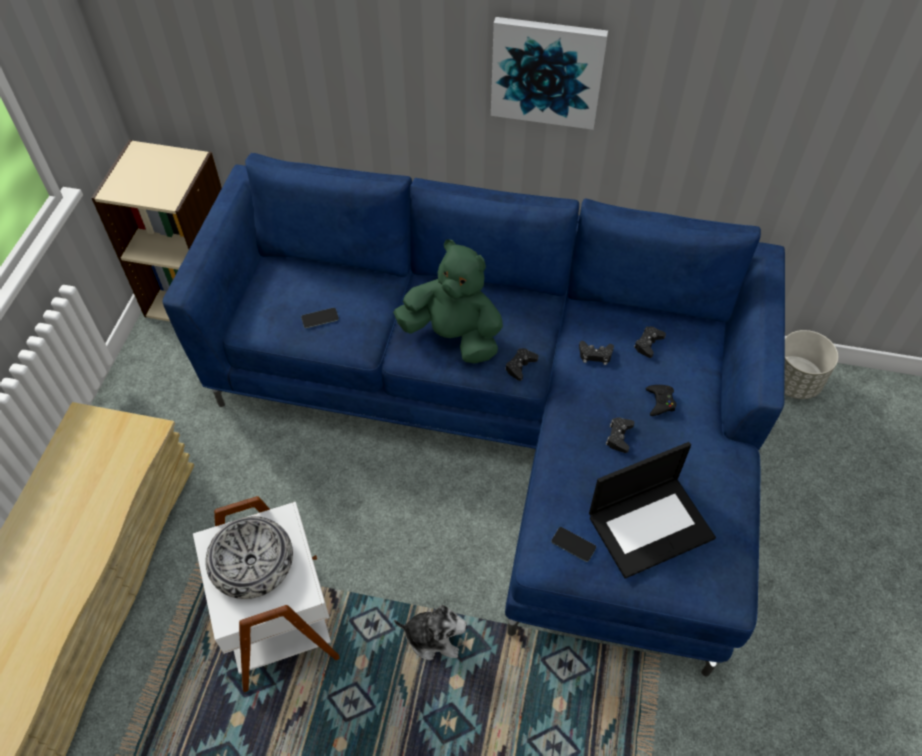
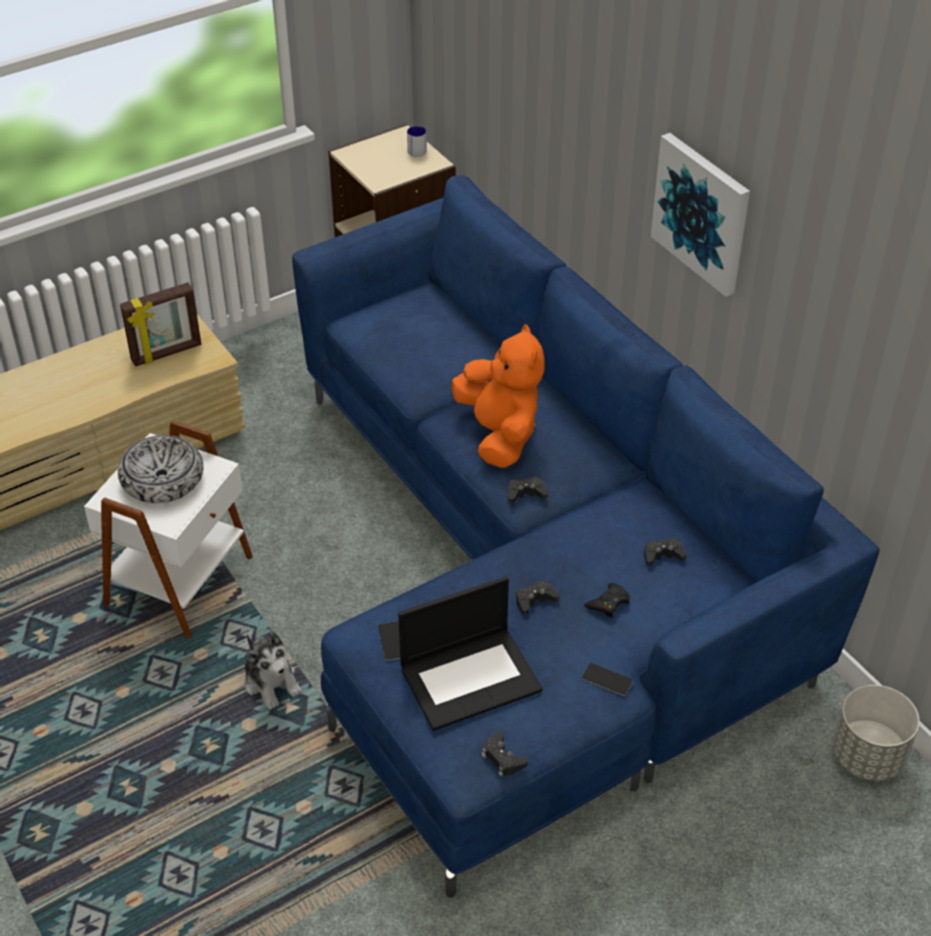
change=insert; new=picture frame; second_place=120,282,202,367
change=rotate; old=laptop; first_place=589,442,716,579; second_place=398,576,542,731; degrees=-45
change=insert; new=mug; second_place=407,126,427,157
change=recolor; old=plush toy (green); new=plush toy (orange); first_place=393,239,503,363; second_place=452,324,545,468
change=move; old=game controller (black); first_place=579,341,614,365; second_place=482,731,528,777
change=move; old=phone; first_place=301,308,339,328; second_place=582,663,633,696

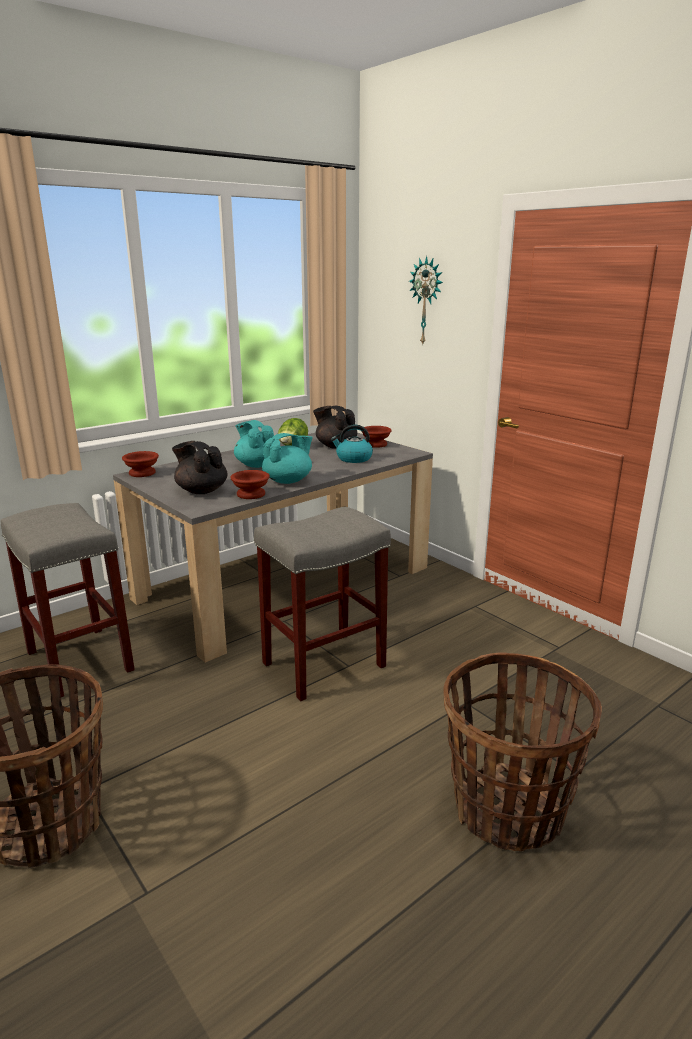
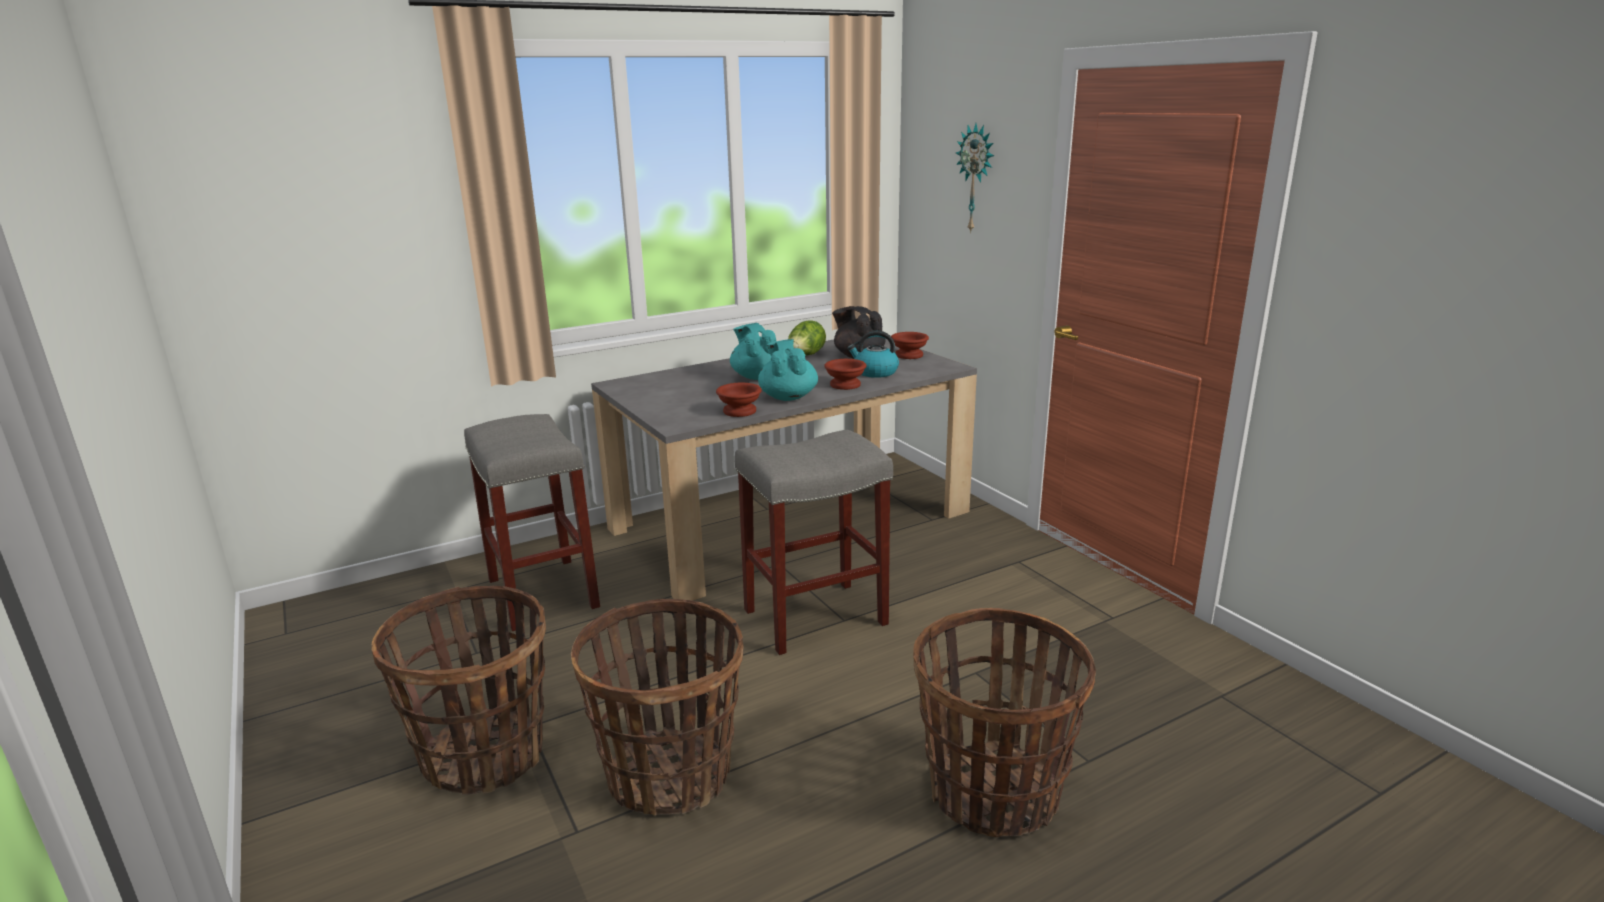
change=insert; new=basket; second_place=571,599,743,815
change=rotate; old=teapot (turquoise); first_place=262,433,313,484; second_place=758,339,818,401; degrees=-75
change=move; old=bowl (brown); first_place=122,451,159,477; second_place=824,359,866,390
change=delete; old=teapot (black); first_place=172,441,228,494

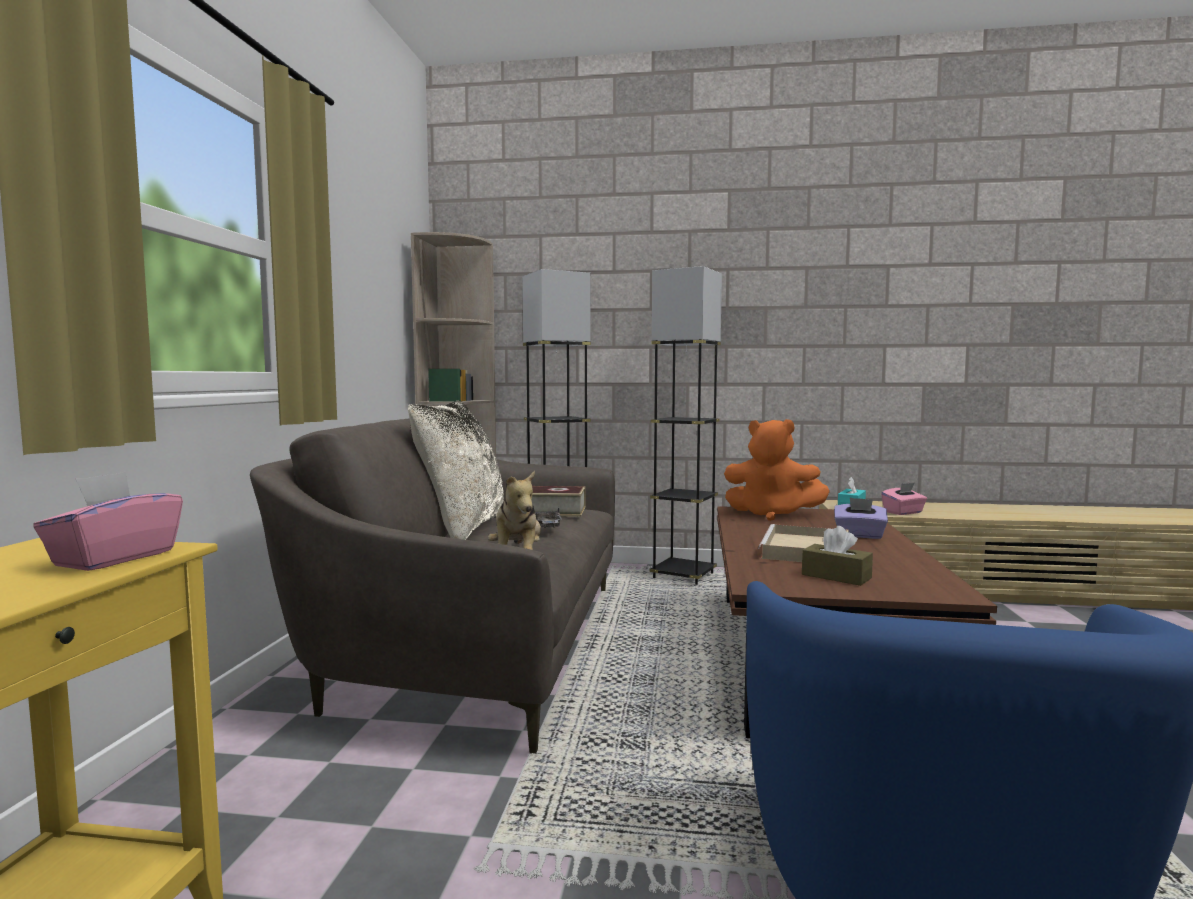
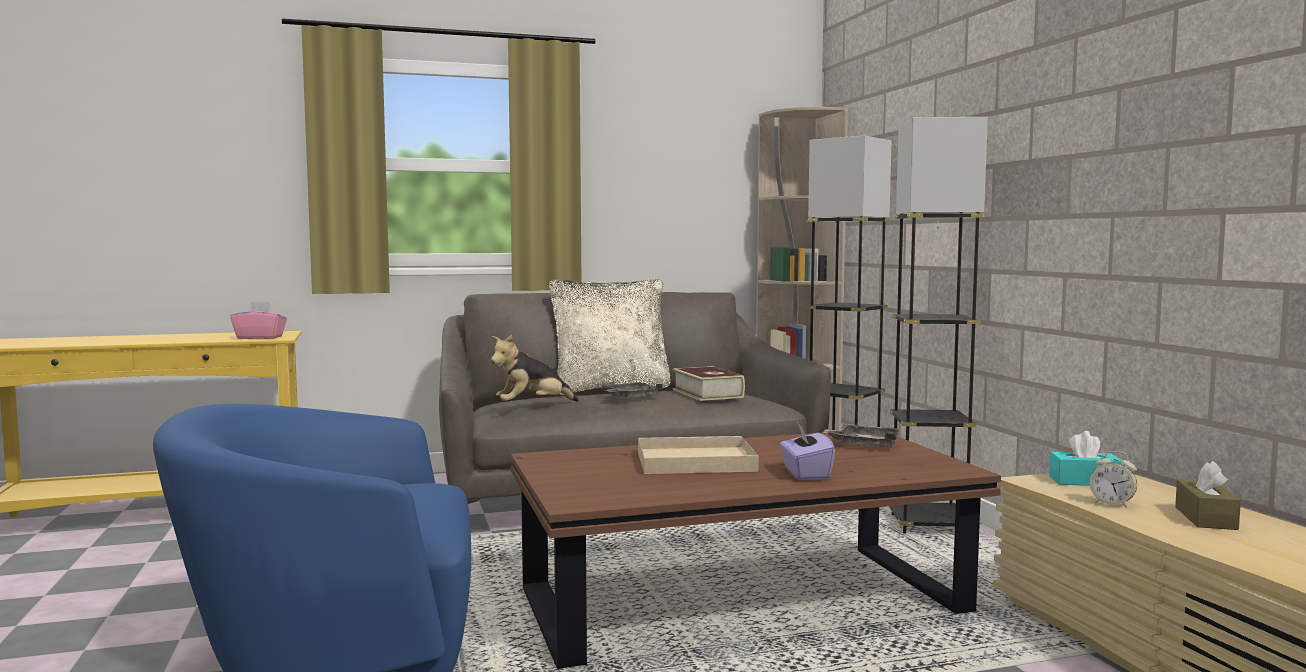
change=replace; old=plush toy (orange); new=tray (grey); first_place=724,419,830,521; second_place=822,424,899,448
change=replace; old=tissue box (pink); new=alarm clock; first_place=881,483,927,515; second_place=1090,451,1137,508
change=move; old=tissue box (brown); first_place=802,526,873,586; second_place=1175,461,1241,530

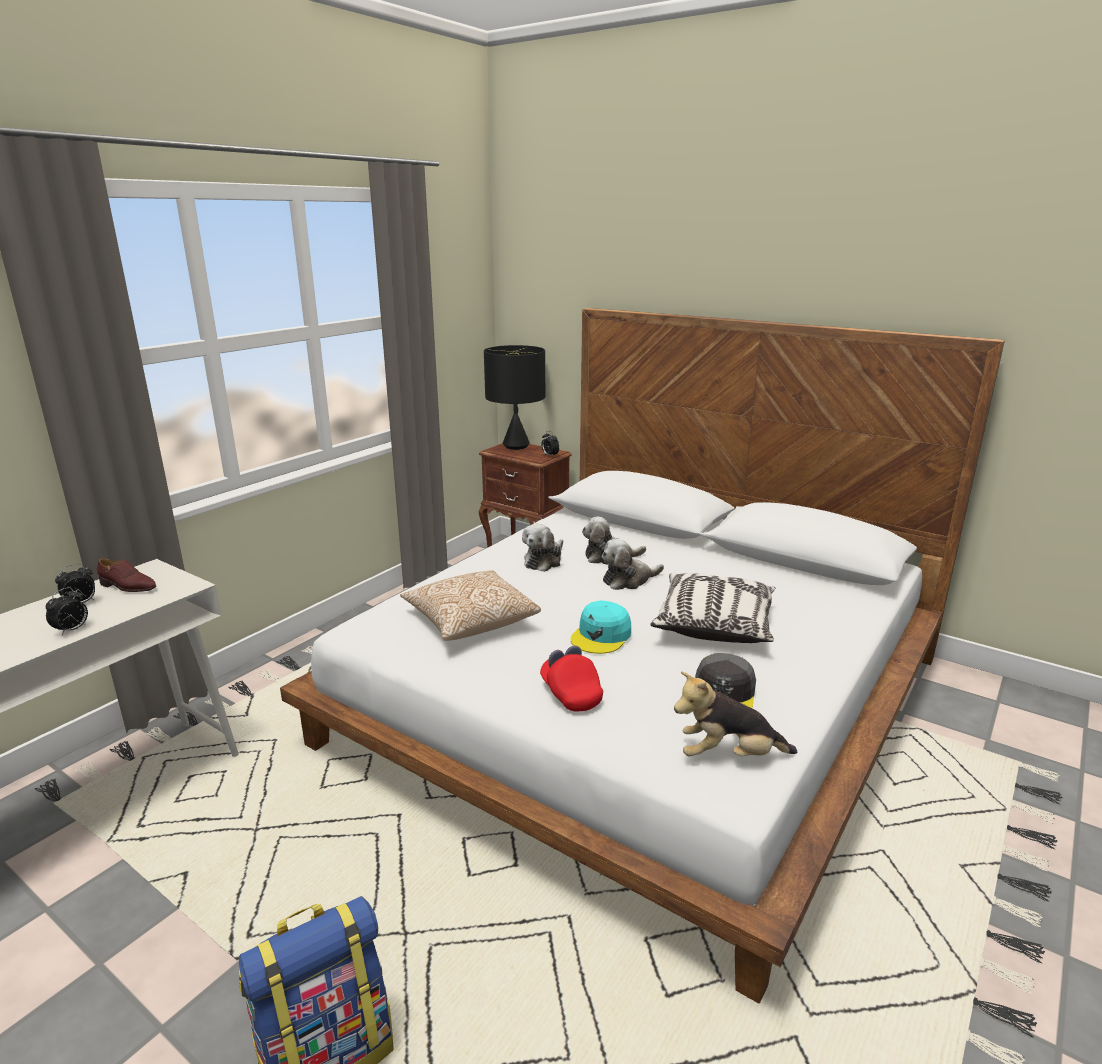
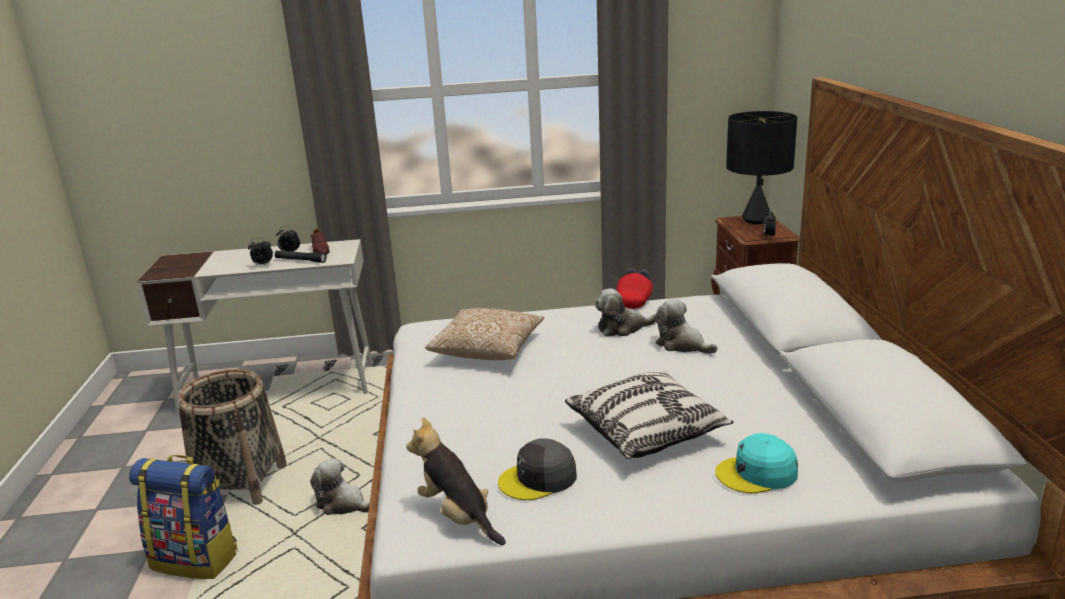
change=insert; new=basket; second_place=178,369,287,505
change=insert; new=flashlight (black); second_place=275,251,327,263
change=move; old=plush toy; first_place=602,539,664,590; second_place=310,459,370,515
change=move; old=cap (red); first_place=540,645,603,711; second_place=616,269,653,309
change=move; old=cap (turquoise); first_place=571,601,631,654; second_place=715,433,798,493

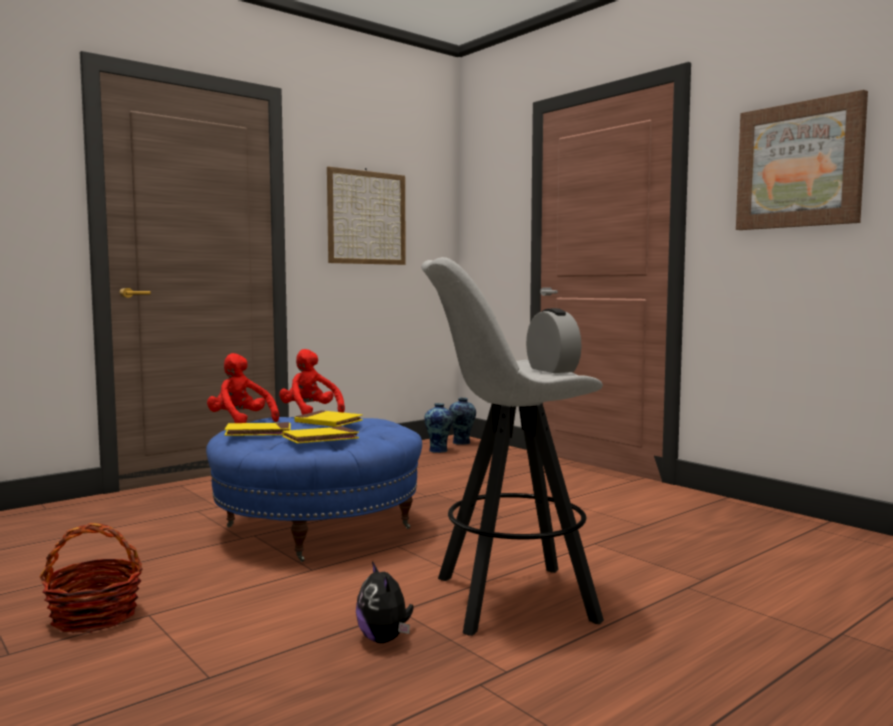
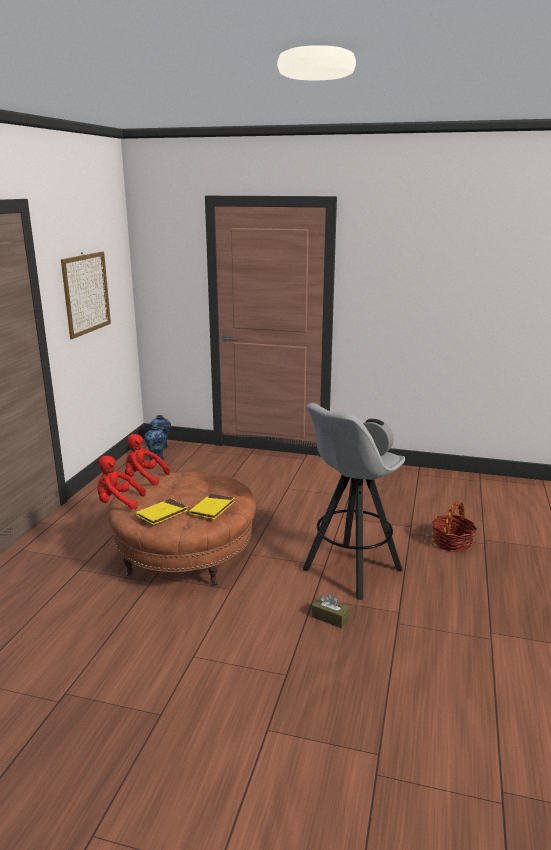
change=recolor; old=ottoman (blue); new=ottoman (brown); first_place=206,417,422,562; second_place=108,471,256,586
change=replace; old=plush toy; new=tissue box (brown); first_place=356,561,414,643; second_place=312,594,350,628
change=move; old=basket; first_place=39,523,143,633; second_place=432,501,477,552
change=delete; old=book (yellow); first_place=294,410,363,427
change=delete; old=picture; first_place=736,90,868,230

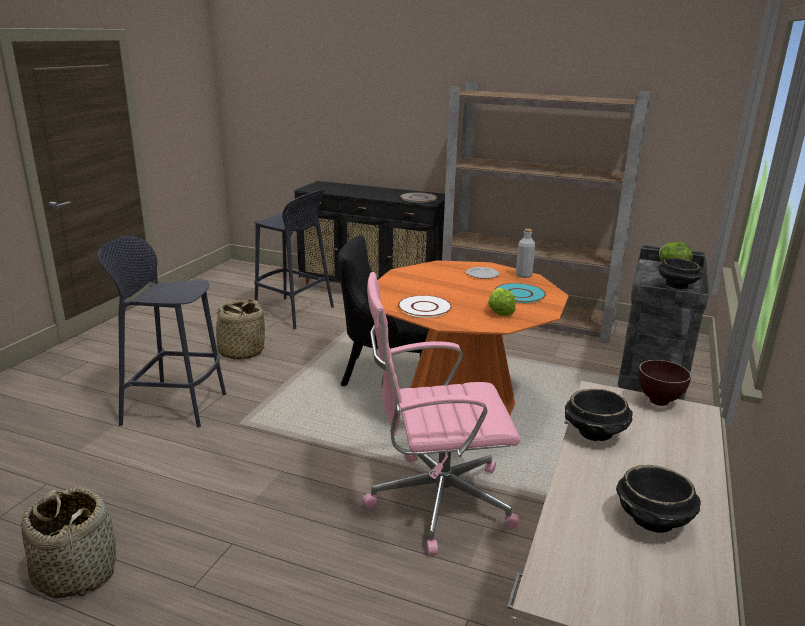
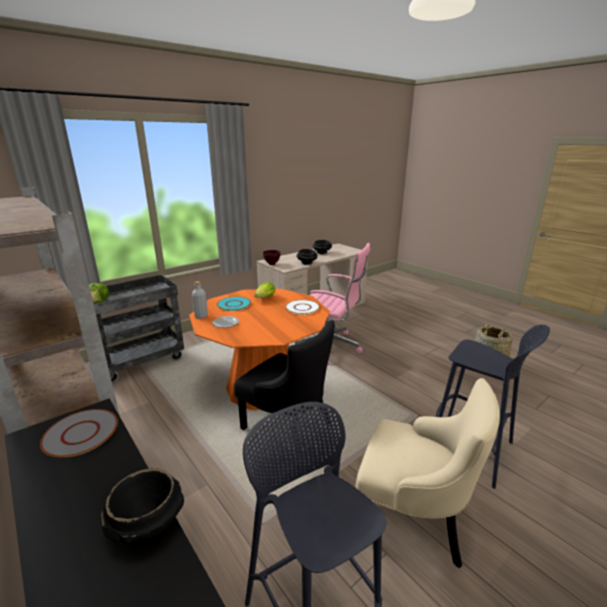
change=move; old=bowl (black); first_place=658,258,701,289; second_place=100,468,184,543
change=replace; old=basket; new=chair (beige); first_place=206,300,271,360; second_place=355,378,500,568

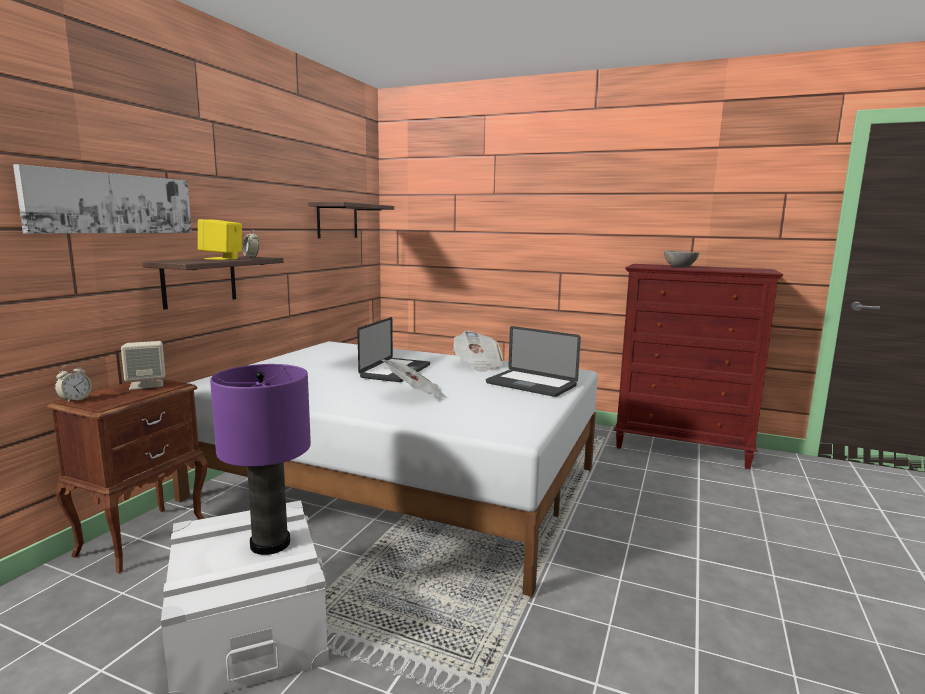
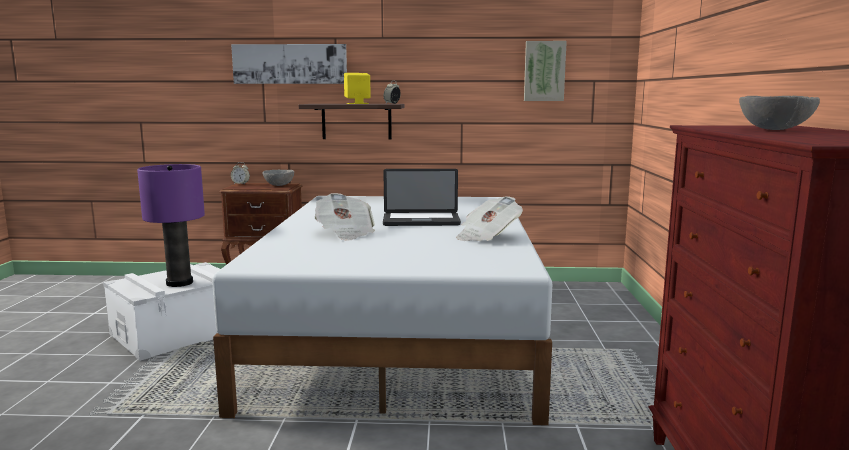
change=replace; old=speaker (beige); new=bowl (grey); first_place=121,341,165,390; second_place=262,170,294,186
change=replace; old=shelf; new=picture; first_place=308,202,394,239; second_place=524,41,567,101
change=delete; old=laptop; first_place=486,326,581,397

